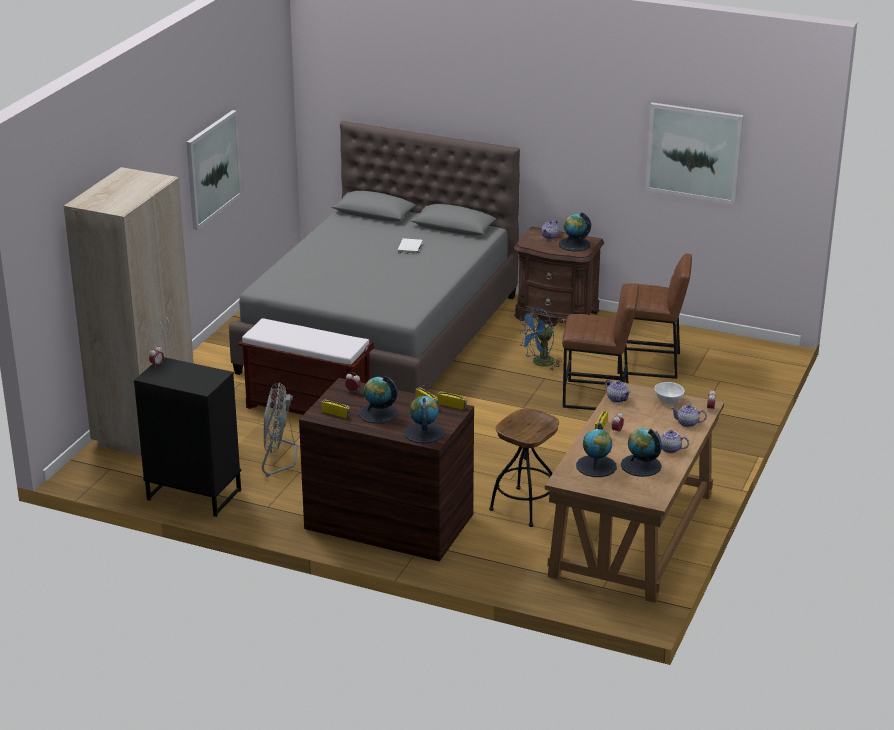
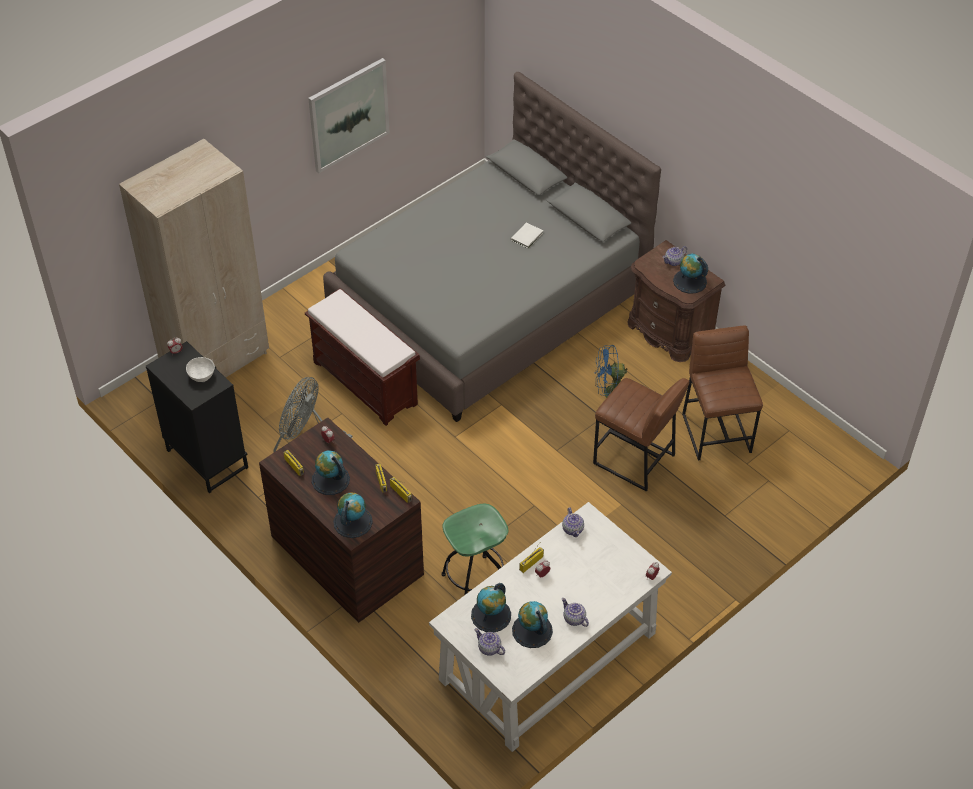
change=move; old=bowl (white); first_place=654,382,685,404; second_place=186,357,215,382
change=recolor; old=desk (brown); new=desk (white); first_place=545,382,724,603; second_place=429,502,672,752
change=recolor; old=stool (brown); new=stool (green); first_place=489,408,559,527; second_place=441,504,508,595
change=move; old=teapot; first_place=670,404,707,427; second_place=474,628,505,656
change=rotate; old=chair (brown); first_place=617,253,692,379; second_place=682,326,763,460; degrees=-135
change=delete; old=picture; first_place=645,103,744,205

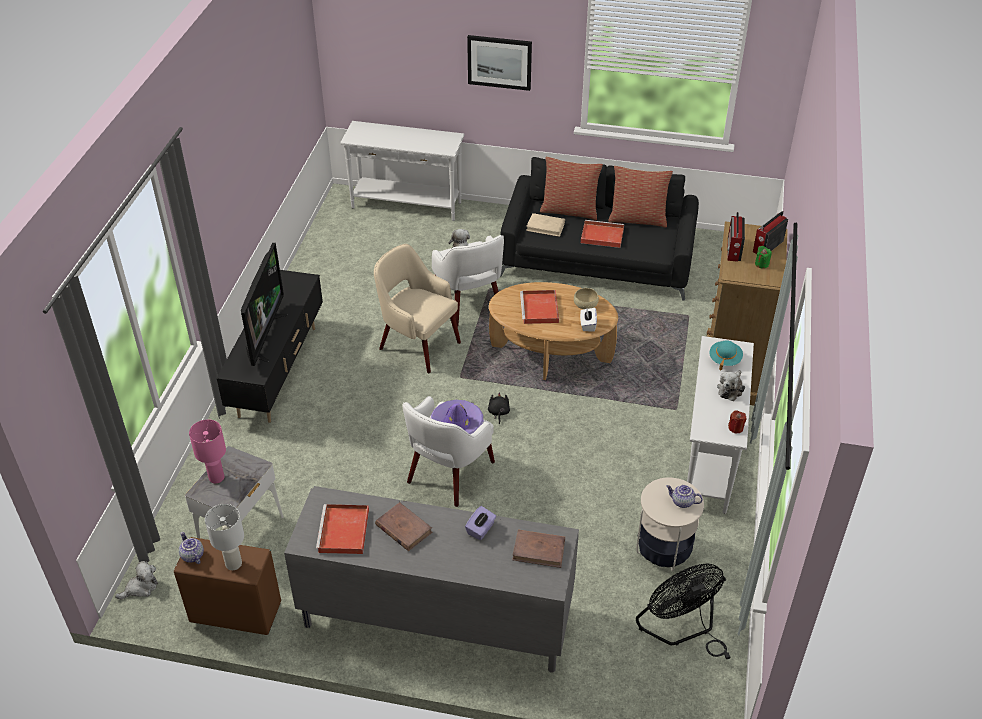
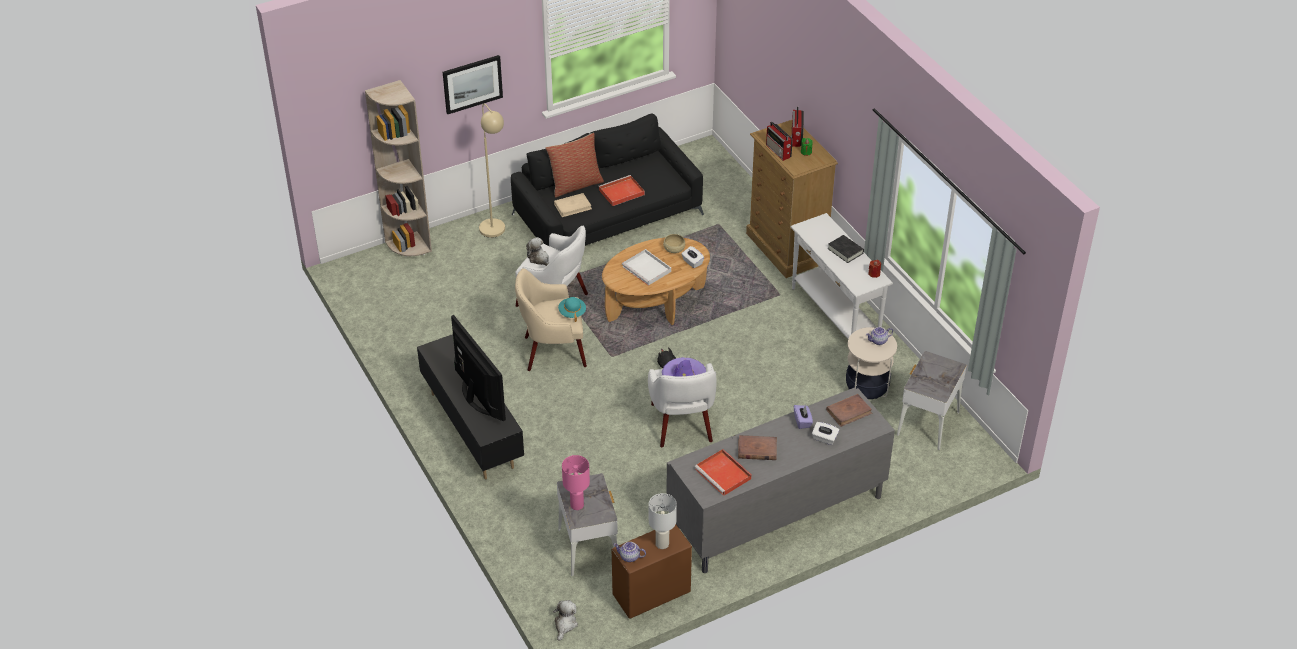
change=replace; old=console table (white); new=bookcase (beige); first_place=340,121,465,221; second_place=365,80,432,257
change=insert; new=floor lamp (beige); second_place=479,104,505,238
change=move; old=hat (turquoise); first_place=709,340,743,370; second_place=558,297,586,322
change=recolor; old=tray (red); new=tray (white); first_place=520,290,559,324; second_place=622,249,671,286
change=insert; new=tissue box (white); second_place=812,422,839,445
change=replace; old=plush toy; new=book (black); first_place=717,370,745,401; second_place=828,235,864,263
change=replace; old=fan (black); new=side table; first_place=636,564,730,660; second_place=897,351,967,450
change=delete; old=pillow; first_place=608,166,673,227

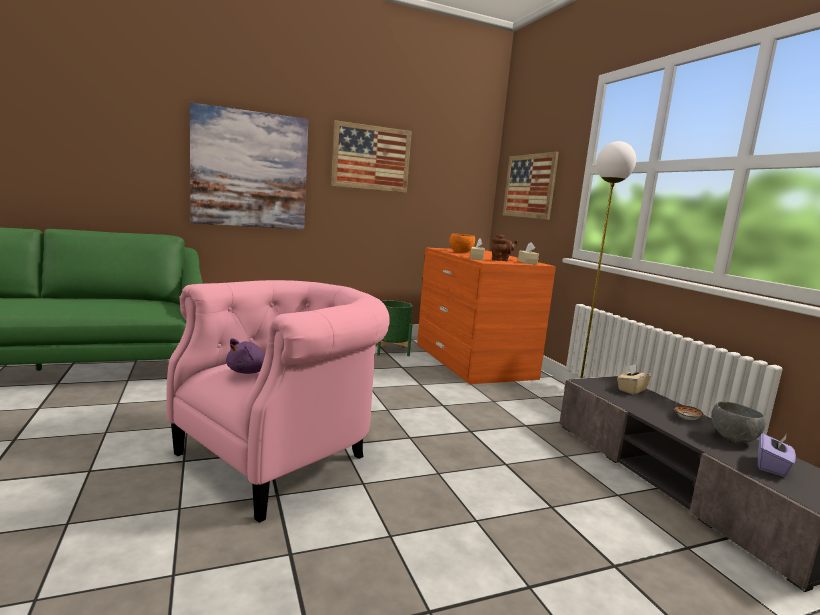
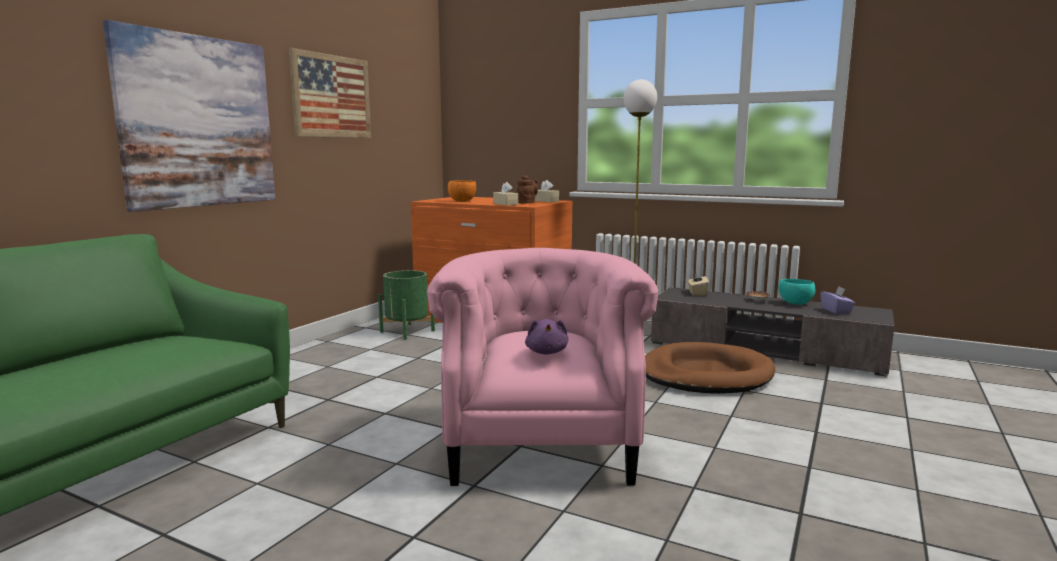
change=insert; new=dog bed (brown); second_place=645,342,775,394
change=recolor; old=bowl (grey); new=bowl (turquoise); first_place=711,401,765,443; second_place=779,279,815,305
change=delete; old=picture; first_place=503,152,559,220

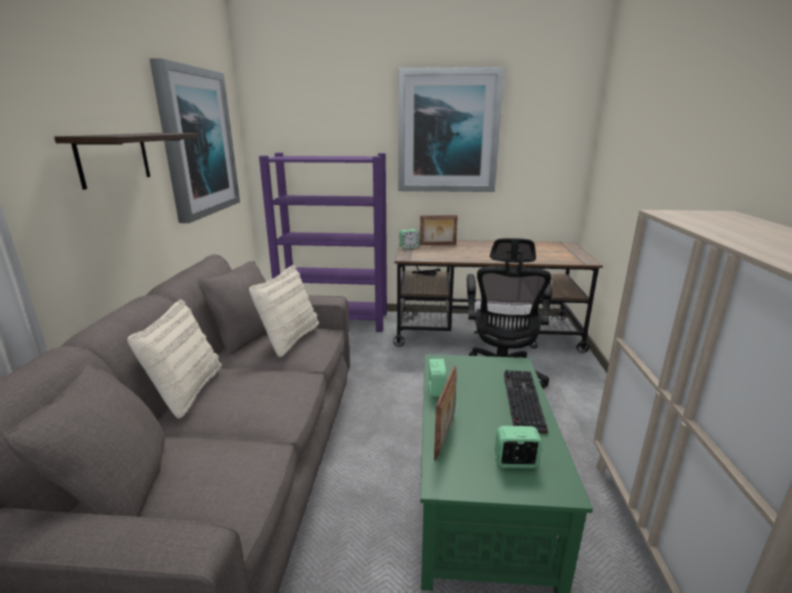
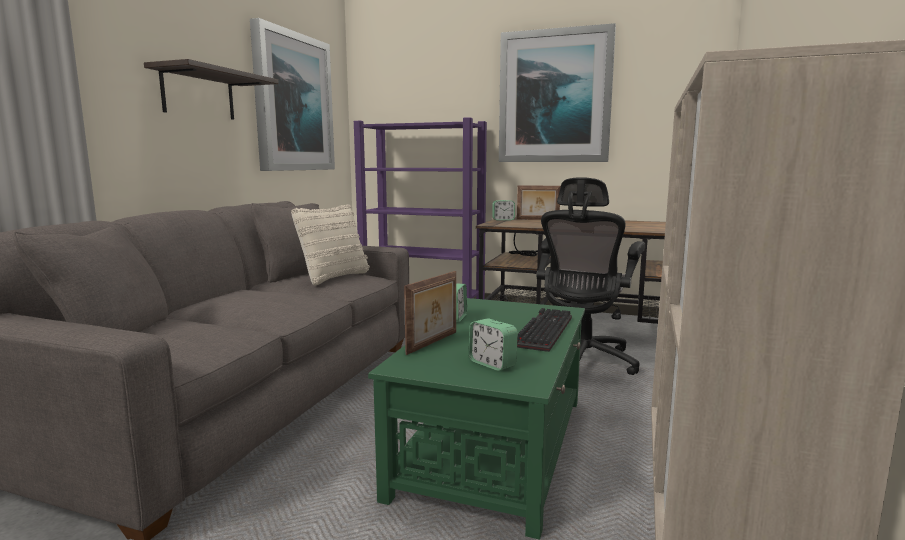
change=rotate; old=alarm clock; first_place=495,426,542,468; second_place=469,318,518,371; degrees=-150
change=delete; old=pillow (beige); first_place=127,300,222,419

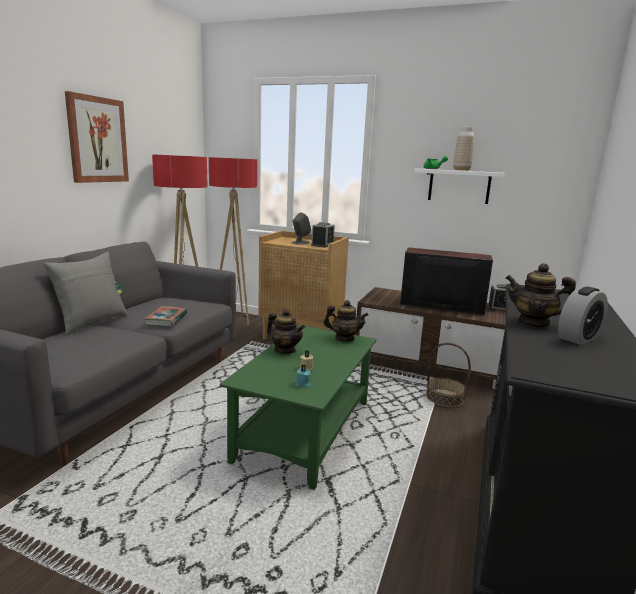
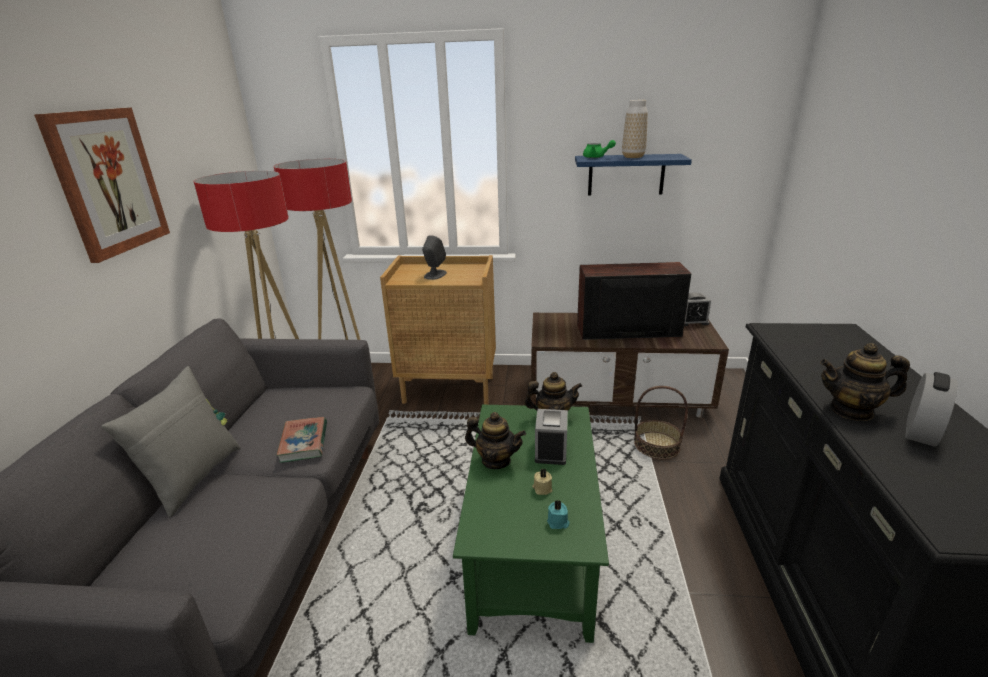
change=move; old=alarm clock; first_place=311,222,335,248; second_place=535,409,568,465
change=recolor; old=shelf (white); new=shelf (blue); first_place=414,169,505,204; second_place=575,154,692,195

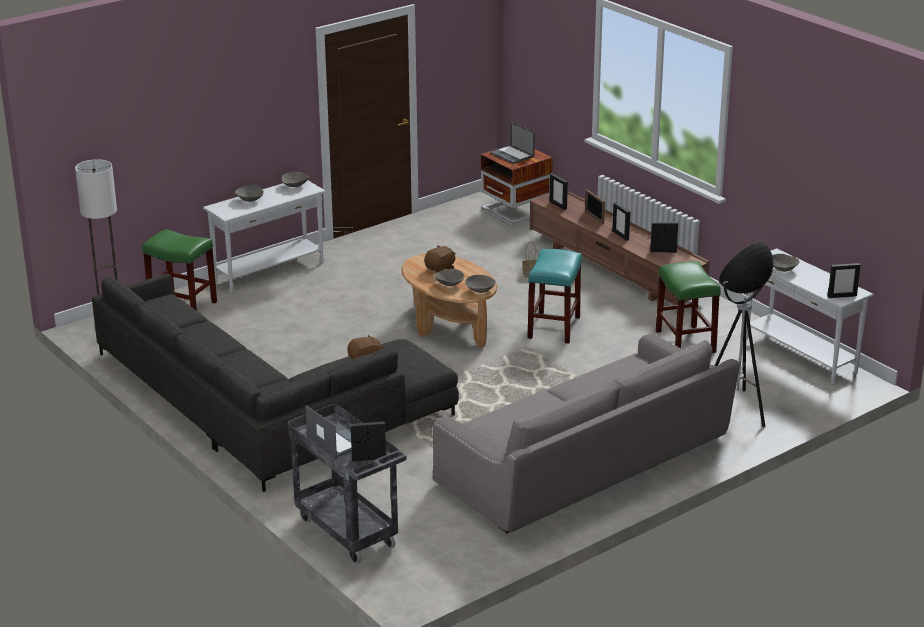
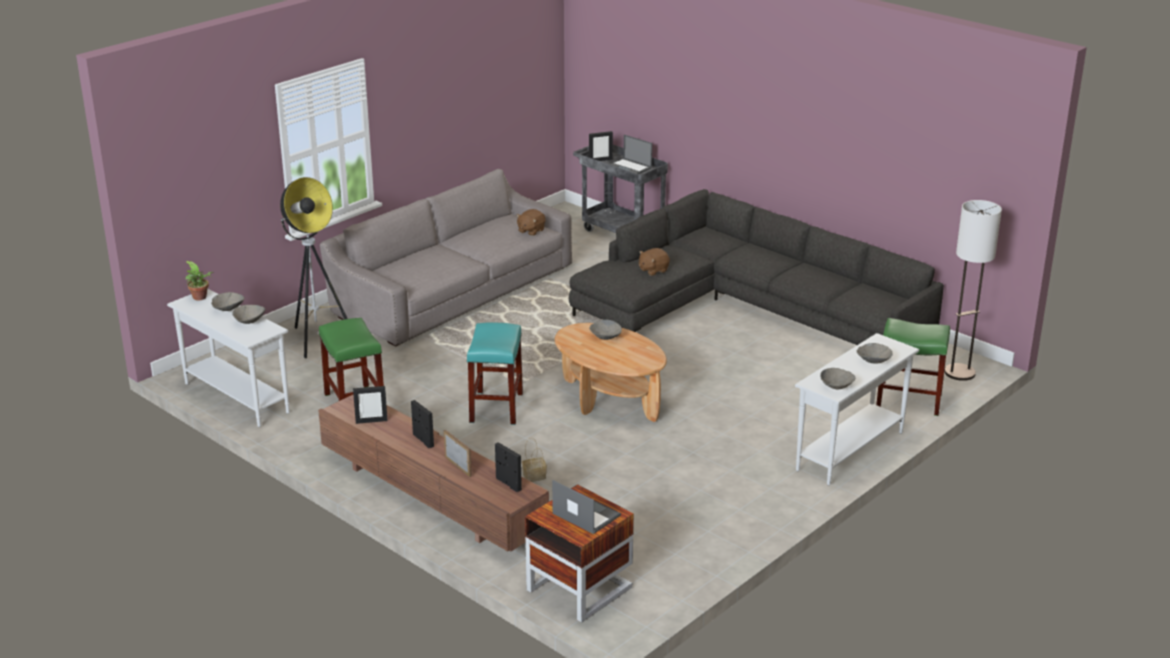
change=replace; old=picture frame; new=potted plant; first_place=827,263,861,298; second_place=185,261,214,300
change=move; old=bowl (grey); first_place=465,275,496,293; second_place=211,292,245,311
change=move; old=plush toy (brown); first_place=424,245,456,272; second_place=516,209,546,236

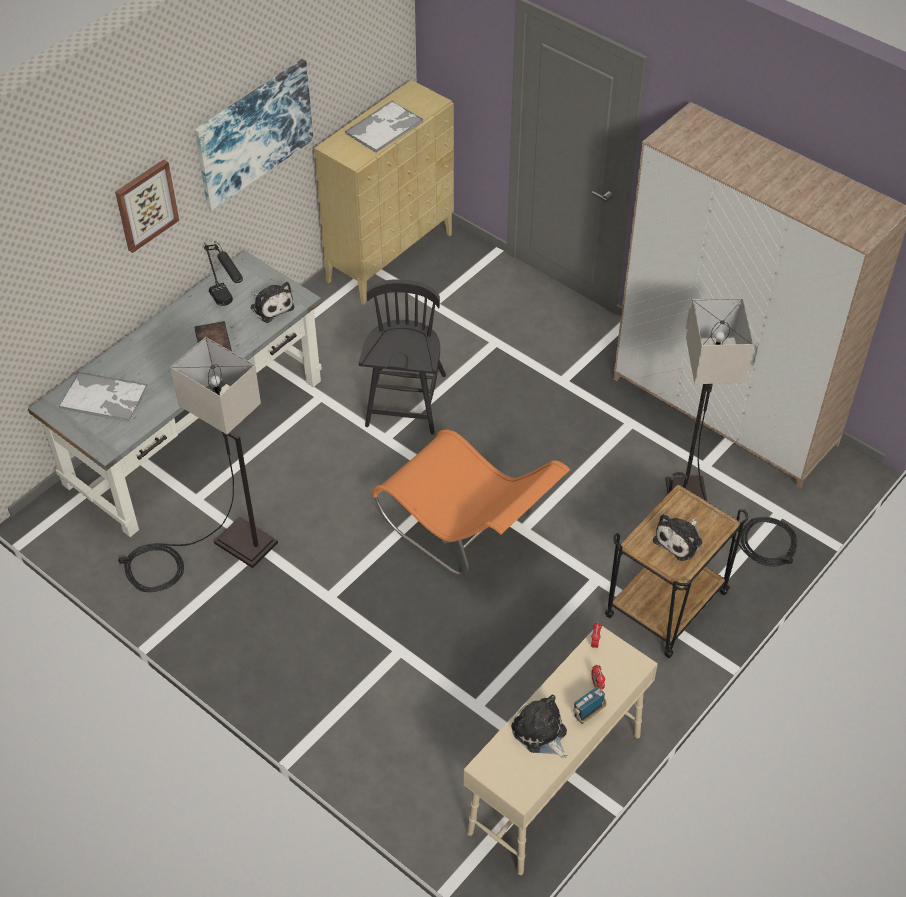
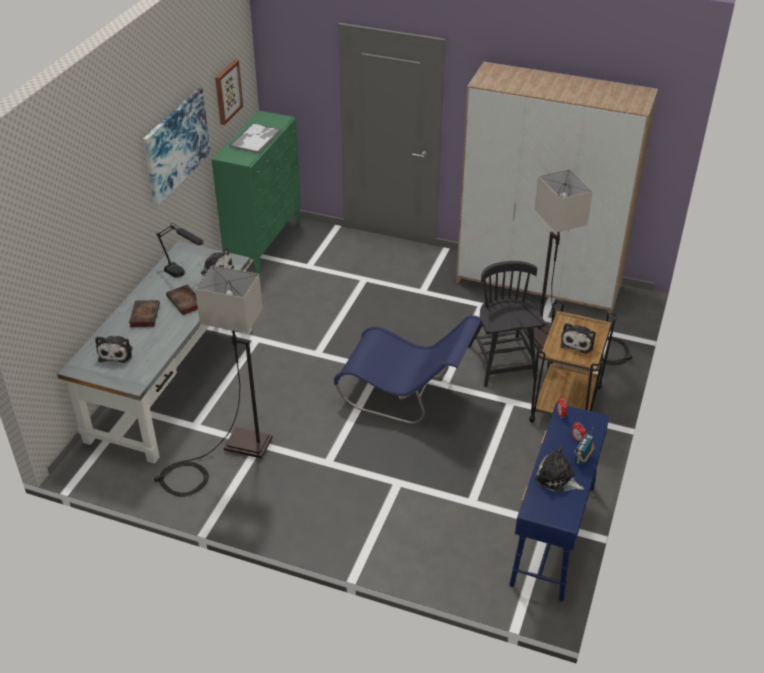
change=replace; old=tray; new=plush toy; first_place=59,371,148,422; second_place=95,336,133,363
change=insert; new=book; second_place=129,300,160,327
change=recolor; old=dresser (beige); new=dresser (green); first_place=314,80,454,305; second_place=211,111,301,277
change=move; old=picture; first_place=115,160,179,253; second_place=215,60,243,125
change=recolor; old=chair (orange); new=chair (blue); first_place=372,429,570,576; second_place=334,315,482,424
change=move; old=chair (black); first_place=359,279,446,435; second_place=468,261,546,387
change=recolor; old=console table (beige); new=console table (blue); first_place=464,626,658,875; second_place=509,403,609,602

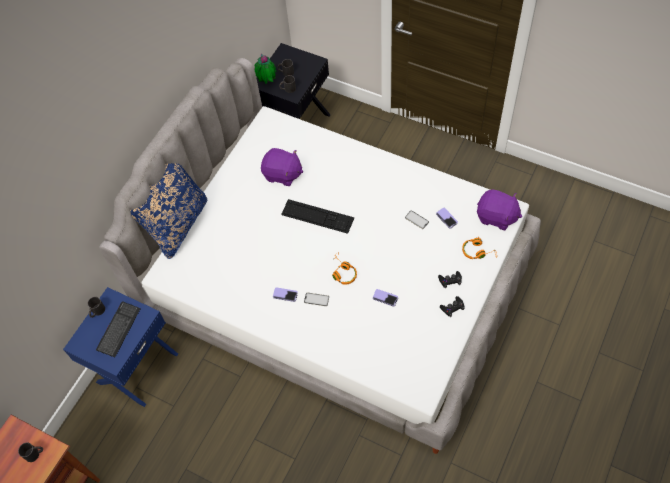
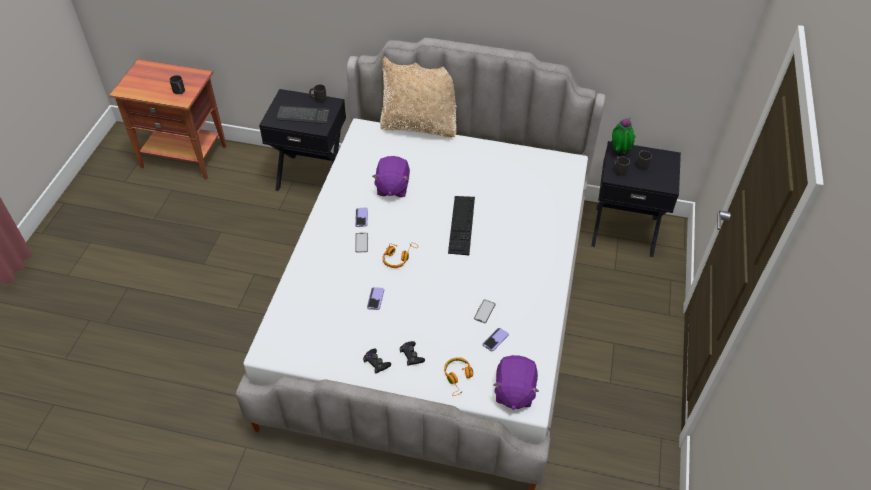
change=recolor; old=nightstand (blue); new=nightstand (black); first_place=63,287,178,407; second_place=259,89,346,191
change=move; old=plush toy (purple); first_place=261,148,303,186; second_place=372,156,410,197
change=recolor; old=pillow (blue); new=pillow (beige); first_place=130,163,207,259; second_place=380,56,457,138

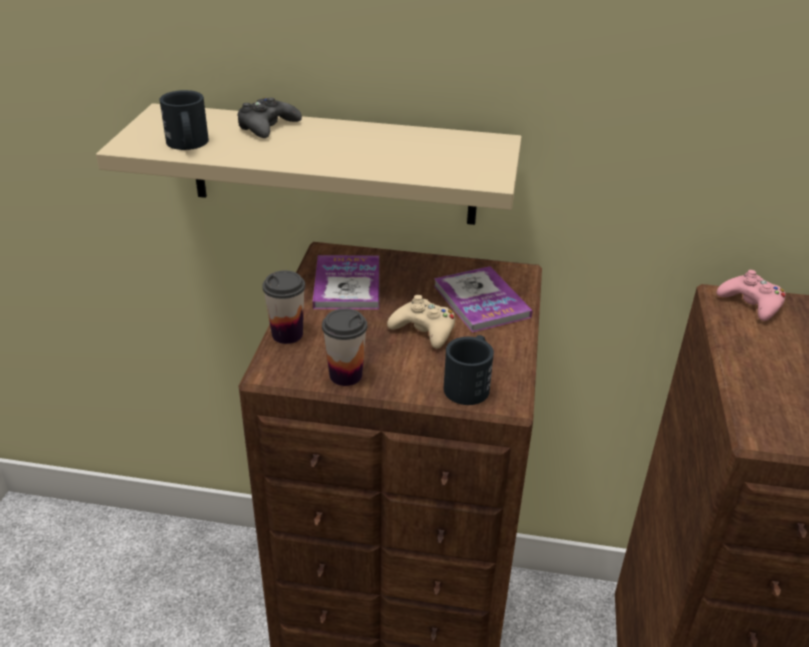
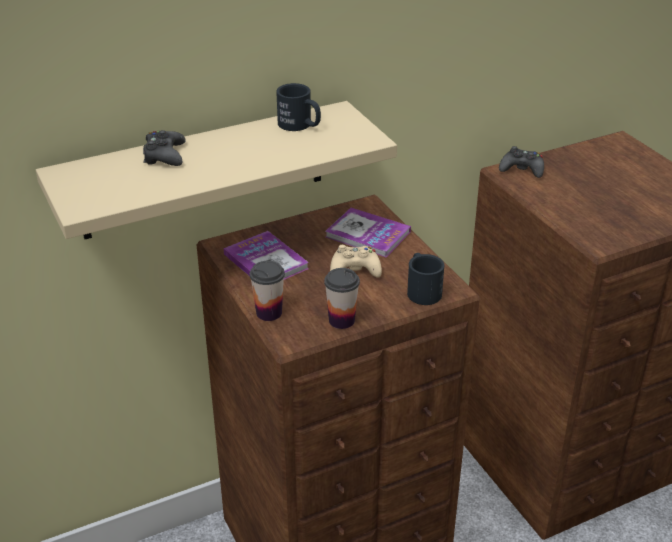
change=move; old=mug (black); first_place=159,90,209,150; second_place=276,83,321,131
change=recolor; old=game controller (pink); new=game controller (black); first_place=716,270,786,321; second_place=499,146,544,178

